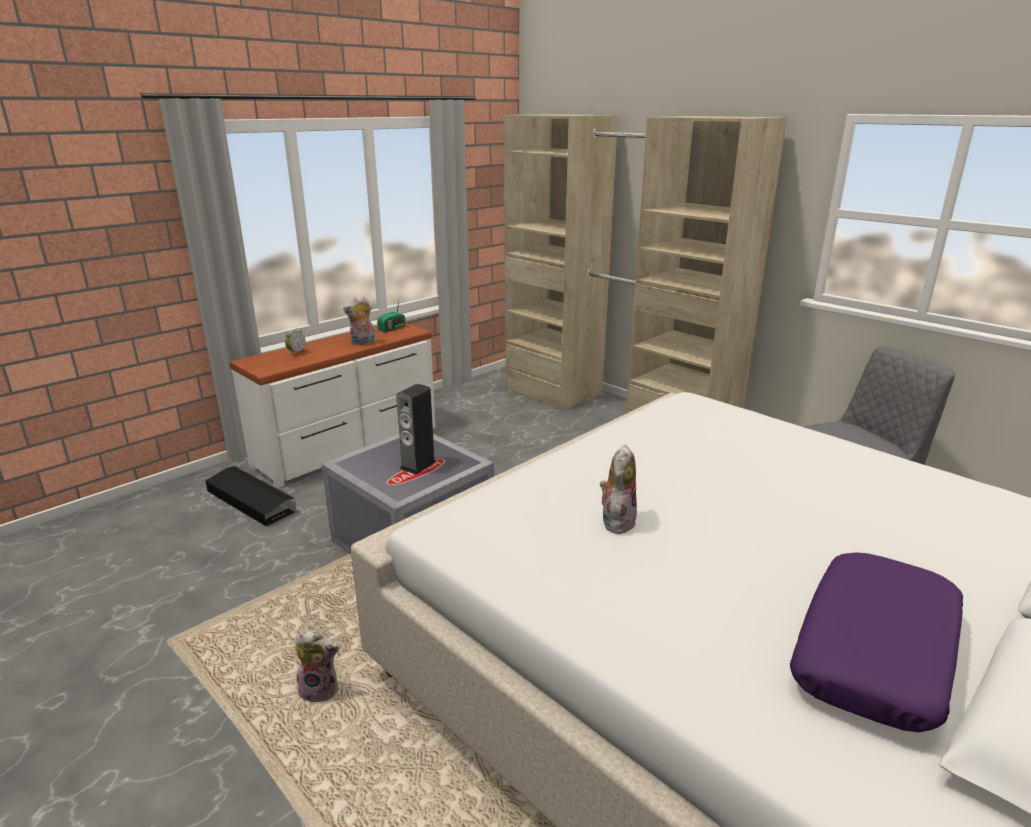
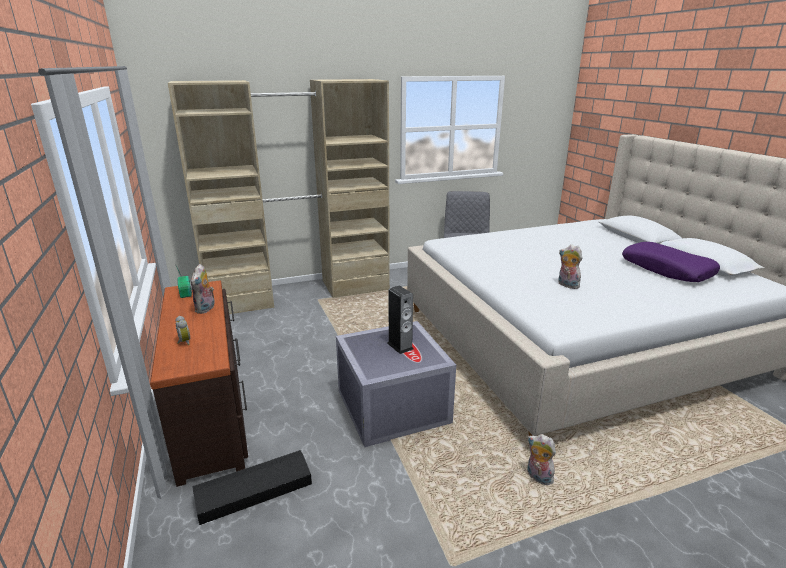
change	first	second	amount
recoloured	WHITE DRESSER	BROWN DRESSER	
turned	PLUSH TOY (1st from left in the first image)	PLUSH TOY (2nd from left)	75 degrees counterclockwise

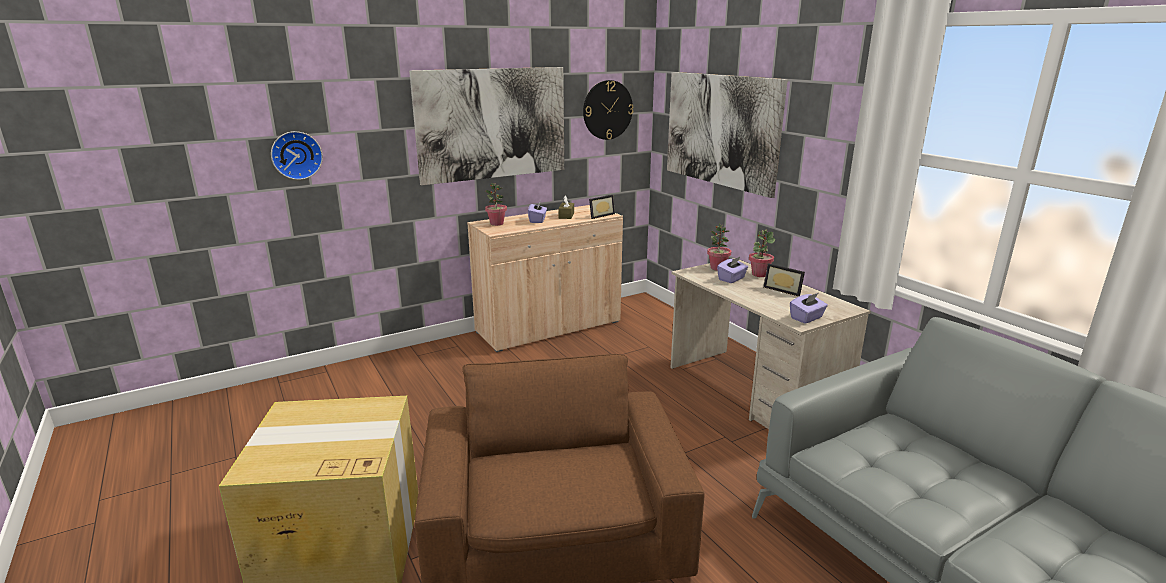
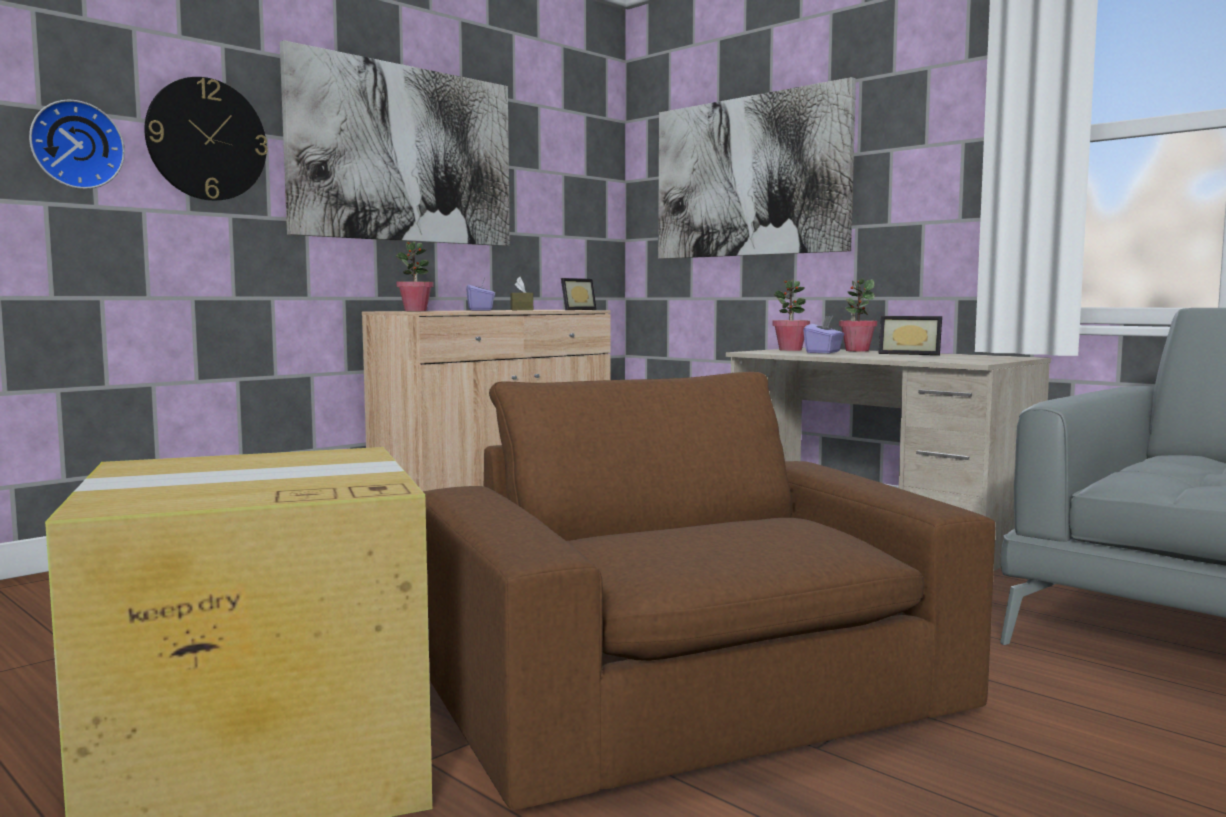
change	first	second	amount
removed	PURPLE TISSUE BOX (3rd from left)		
moved	WALL CLOCK (2nd from left)		

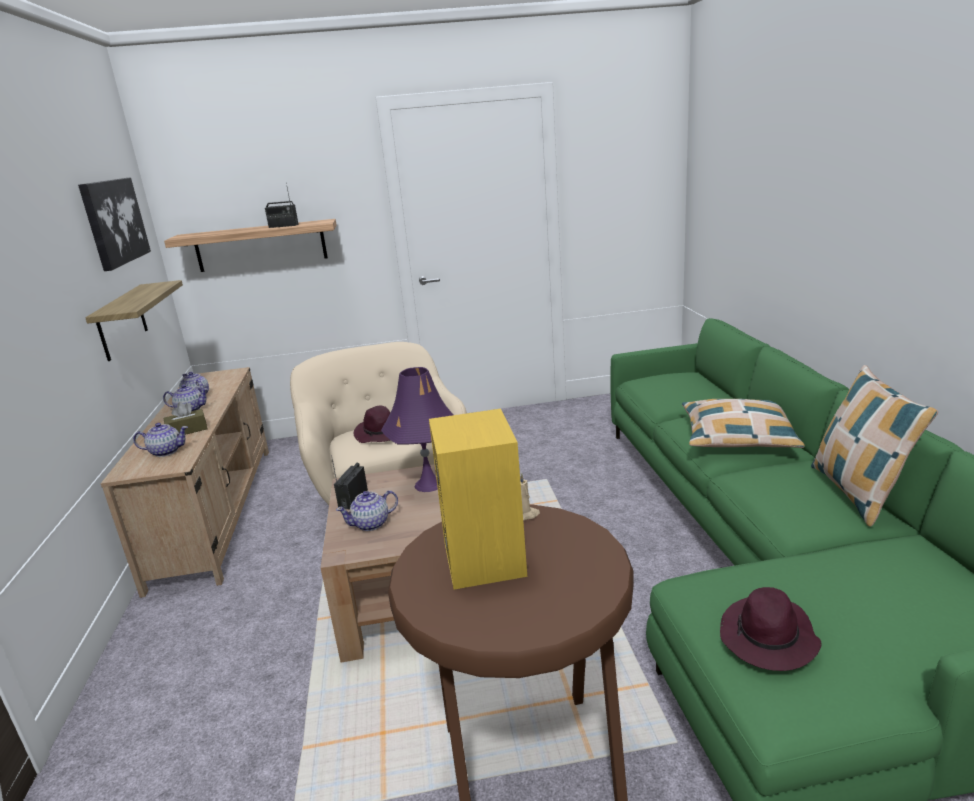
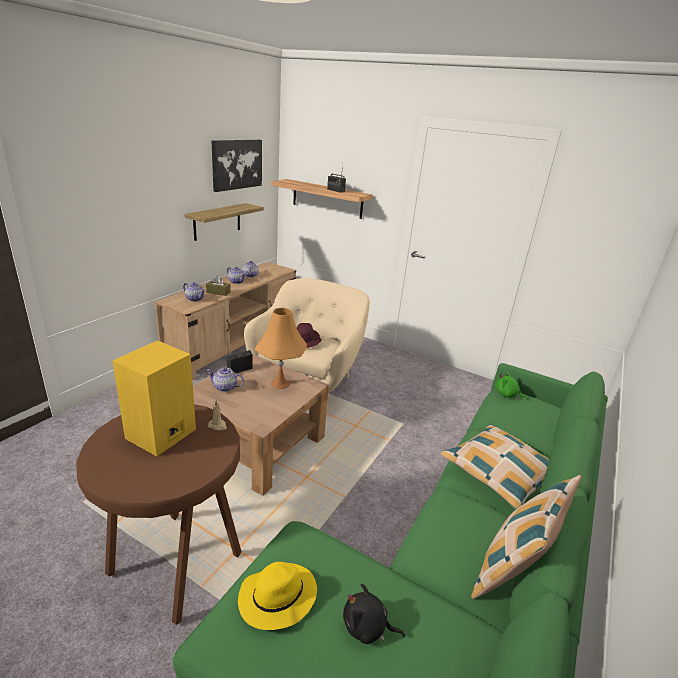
change	first	second	amount
added		BLACK PLUSH TOY	
added		GREEN PLUSH TOY	
recoloured	PURPLE TABLE LAMP	ORANGE TABLE LAMP	
recoloured	PURPLE HAT (2nd from left)	YELLOW HAT	

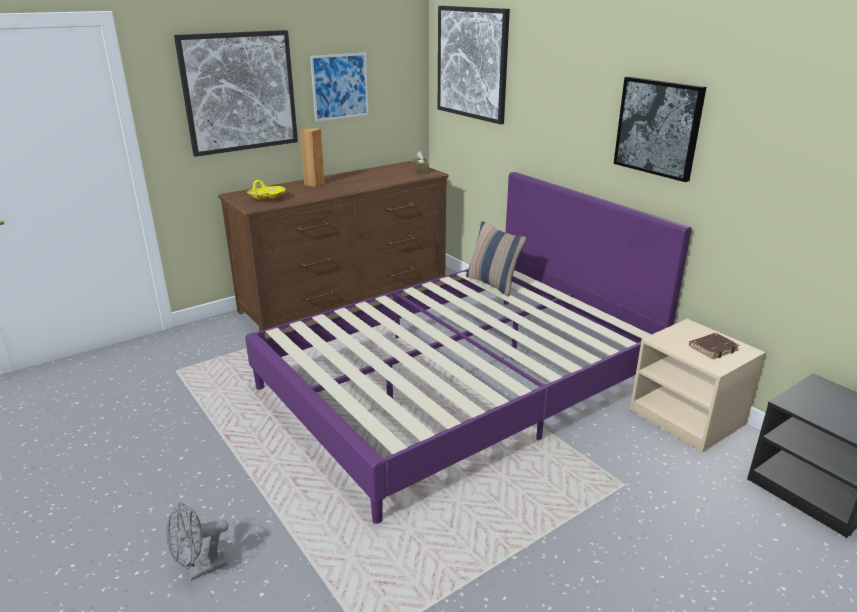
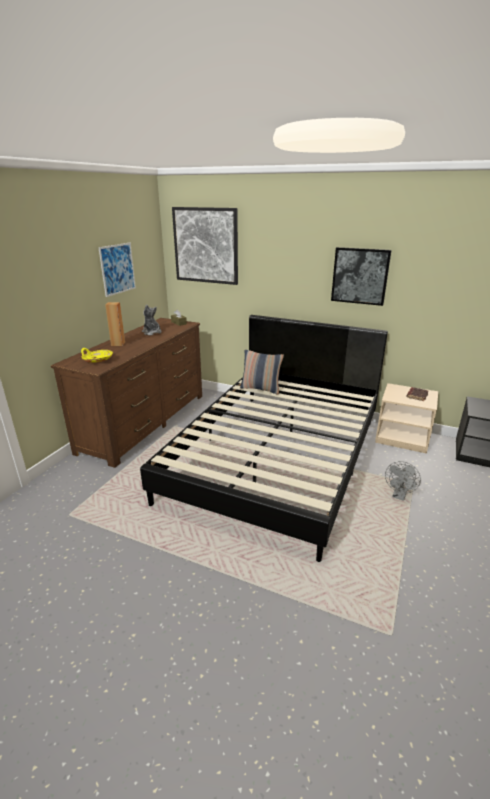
change	first	second	amount
removed	PICTURE (1st from left)		
added		PLUSH TOY	
moved	GREY FAN		
recoloured	PURPLE BED	BLACK BED	

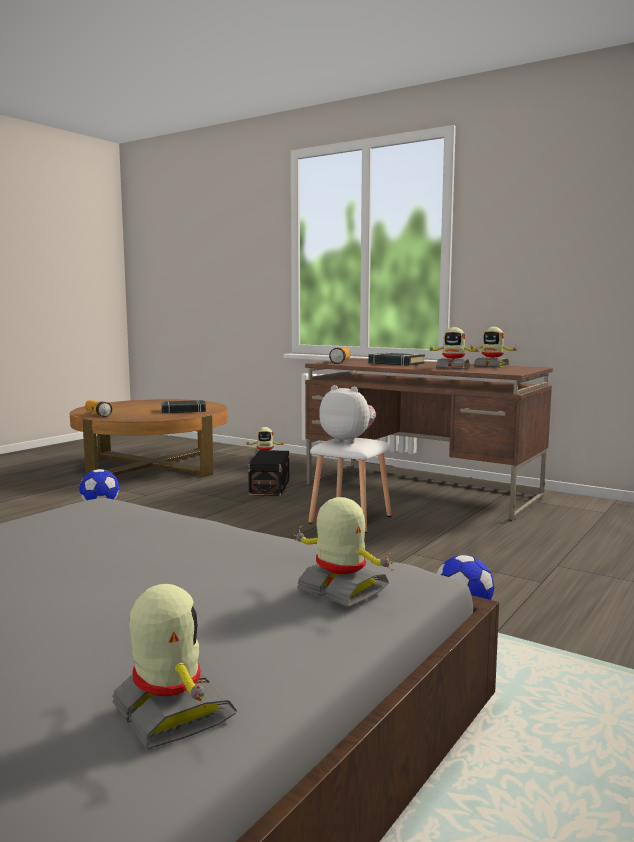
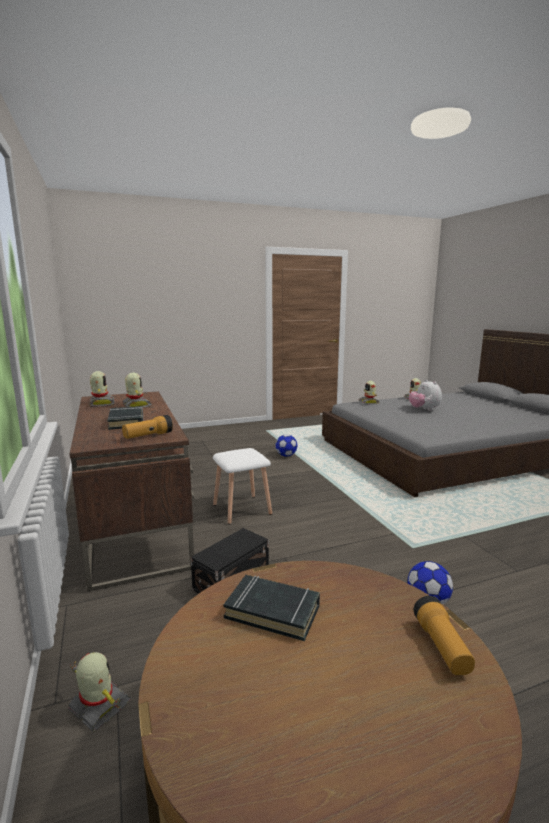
change	first	second	amount
moved	PLUSH TOY		

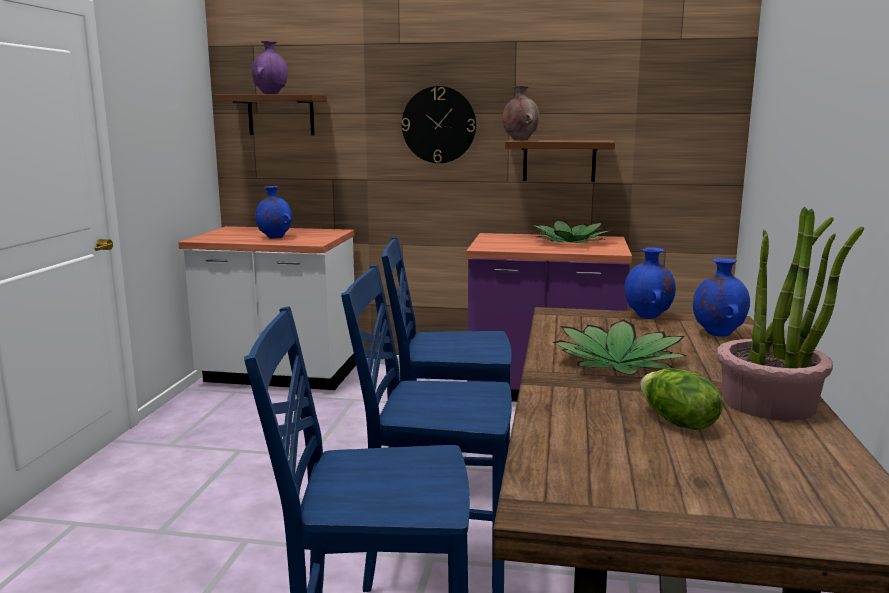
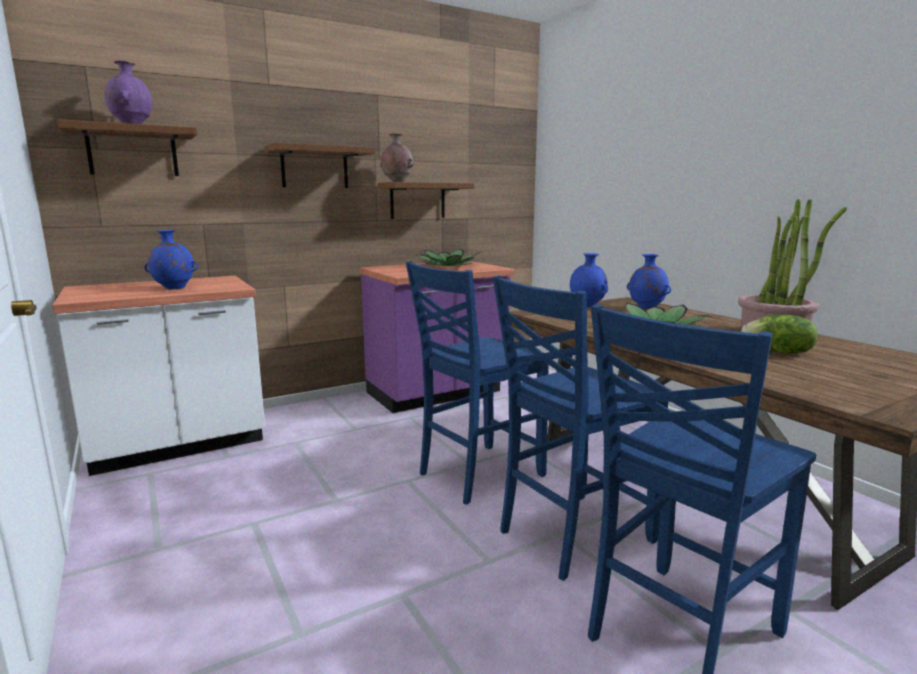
change	first	second	amount
replaced	WALL CLOCK	BROWN SHELF (2nd from left)	

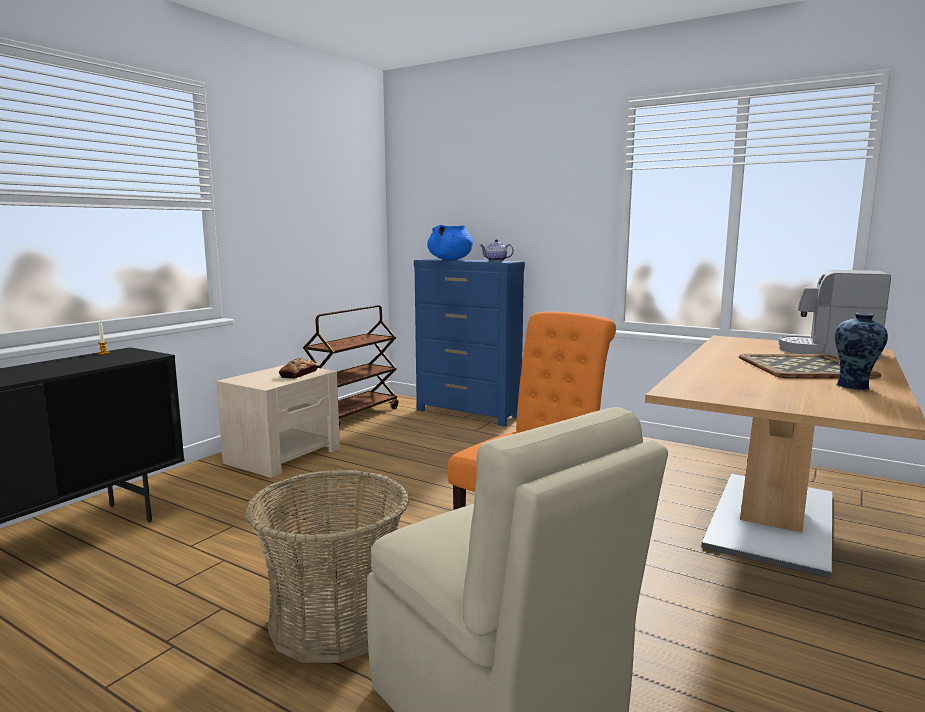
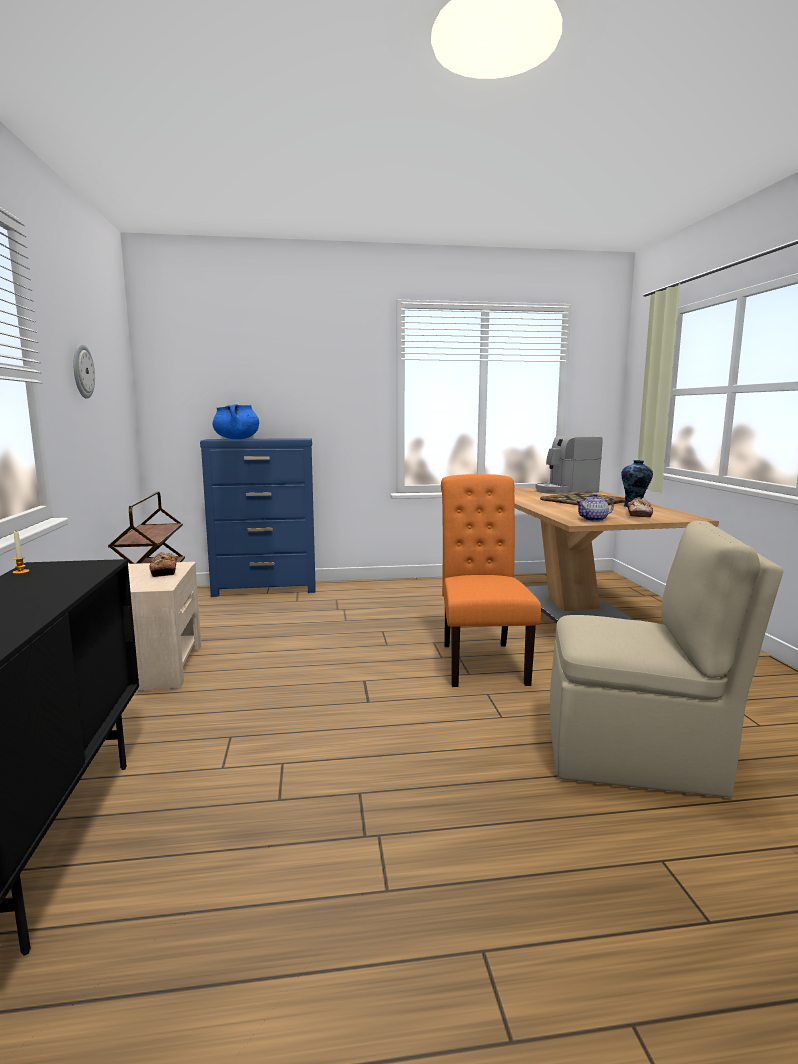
change	first	second	amount
removed	BASKET		
added		WALL CLOCK	
added		BREAD (2nd from left)	
moved	TEAPOT		

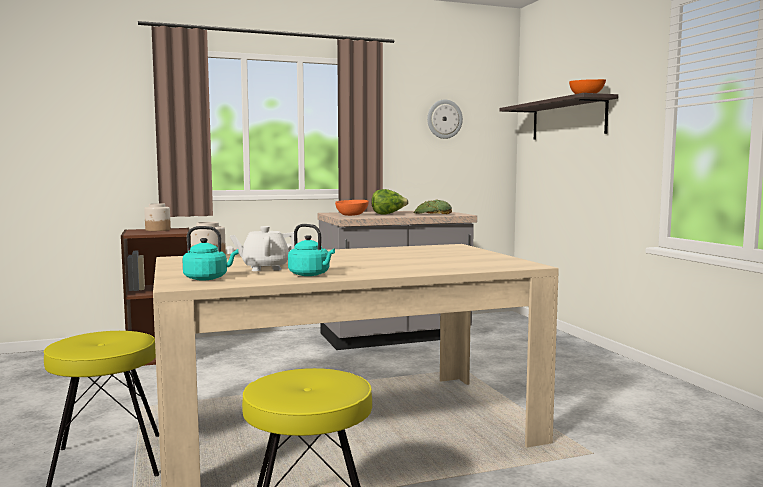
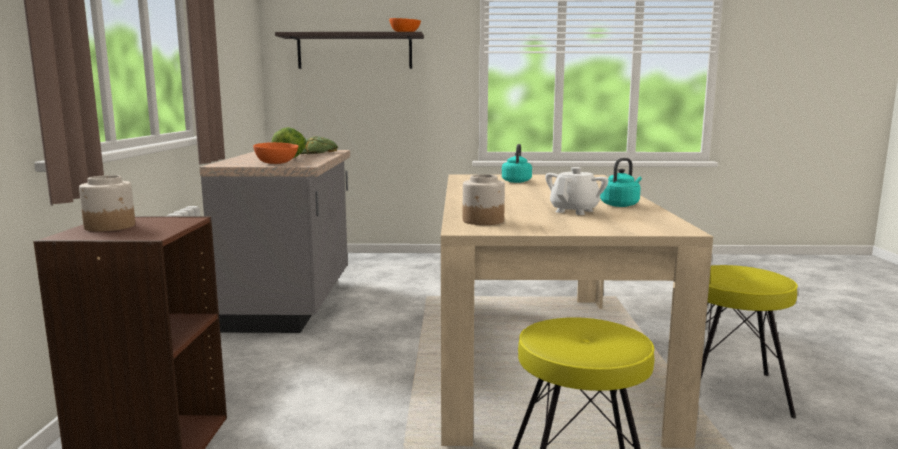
change	first	second	amount
removed	WALL CLOCK		
moved	TURQUOISE KETTLE (1st from left)		
turned	WHITE TEAPOT		150 degrees counterclockwise

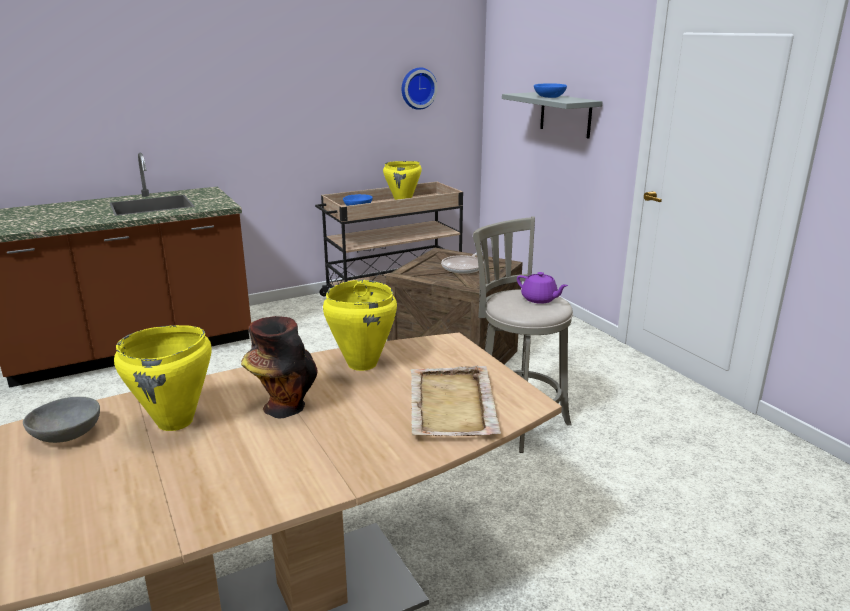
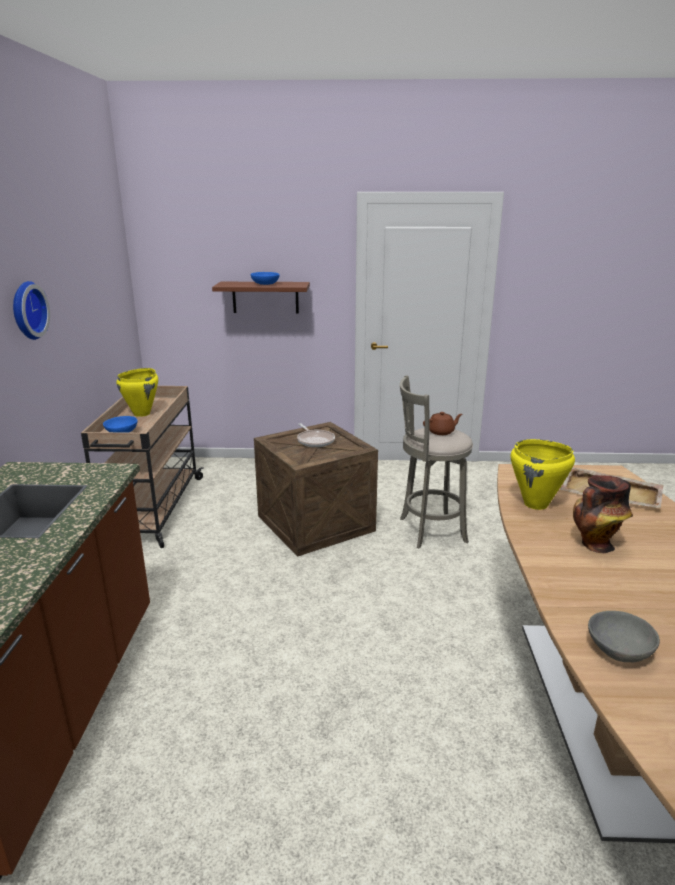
change	first	second	amount
removed	YELLOW COOKING POT (1st from left)		
moved	WALL CLOCK		
recoloured	GREY SHELF	BROWN SHELF	
recoloured	PURPLE TEAPOT	BROWN TEAPOT	

